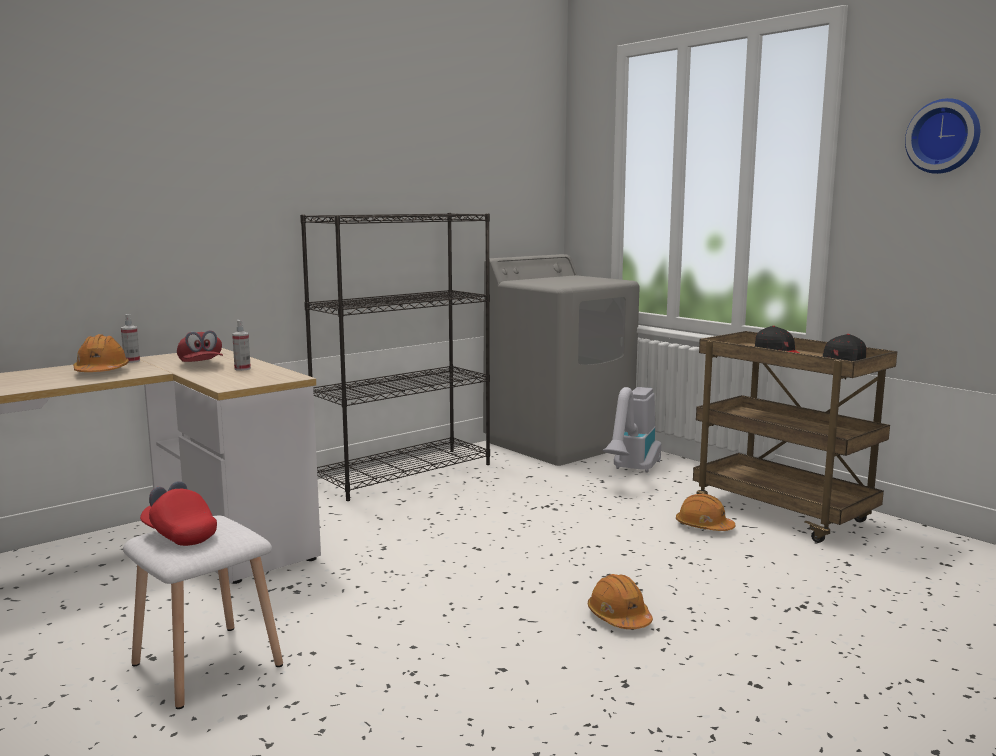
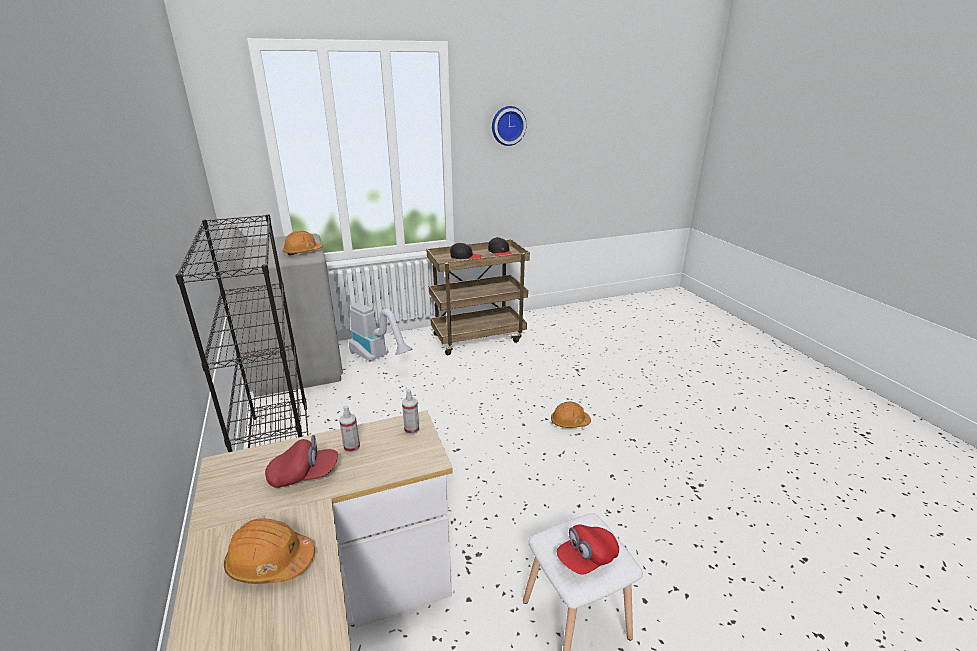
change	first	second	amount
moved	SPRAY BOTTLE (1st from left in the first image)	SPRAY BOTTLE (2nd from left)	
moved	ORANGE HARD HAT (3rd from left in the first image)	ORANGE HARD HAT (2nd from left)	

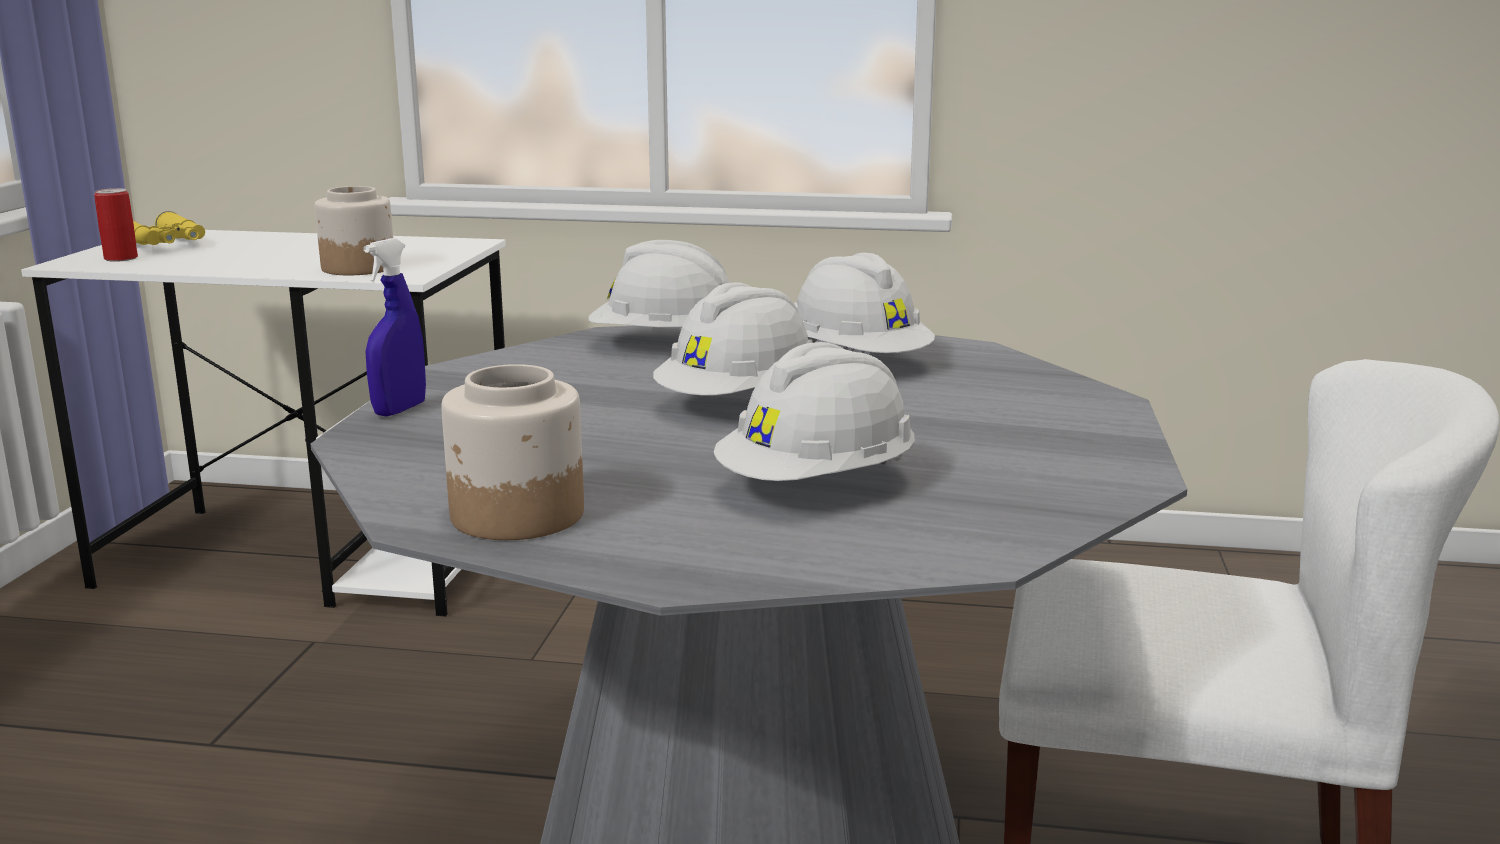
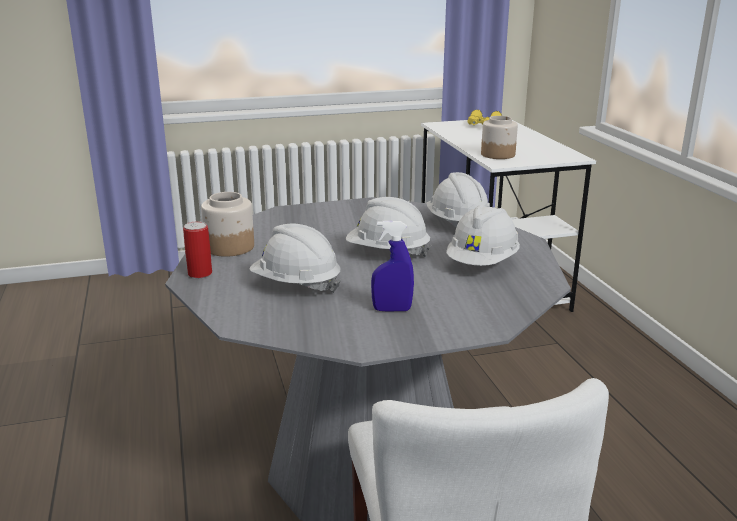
change	first	second	amount
moved	CAN		
moved	BLUE SPRAY BOTTLE		

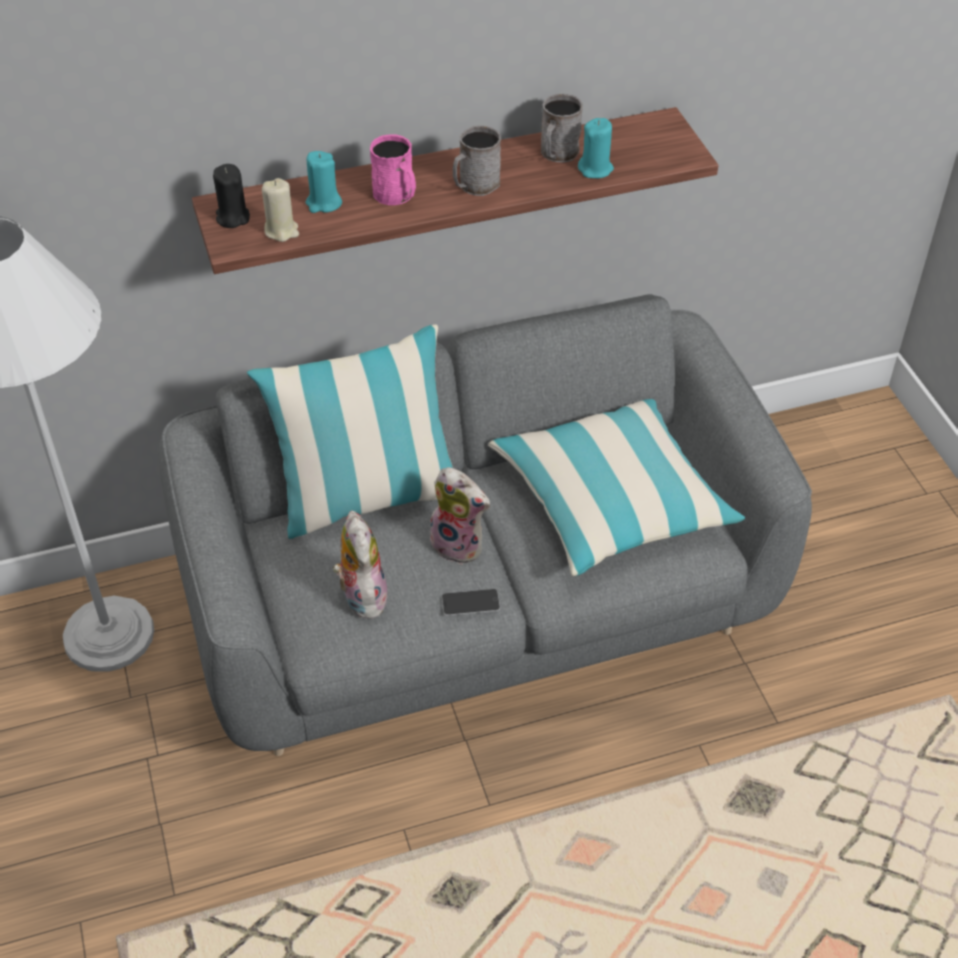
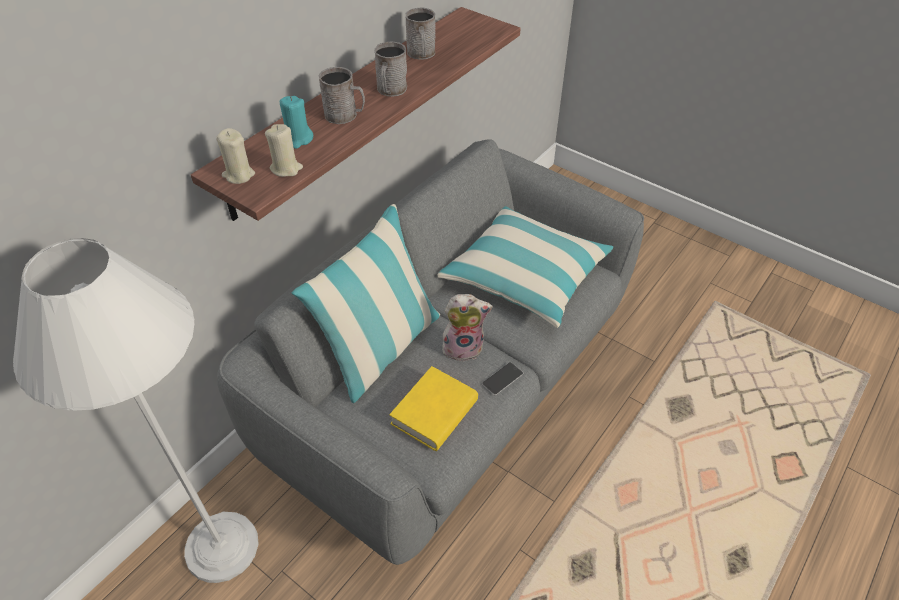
change	first	second	amount
removed	TURQUOISE CANDLE (2nd from left)		
replaced	PLUSH TOY (1st from left)	YELLOW BOOK	
recoloured	BLACK CANDLE	BEIGE CANDLE (1st from left)	
recoloured	PINK MUG	GREY MUG (1st from left)	

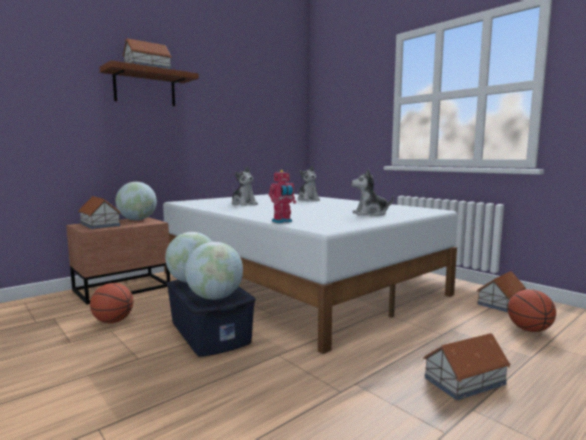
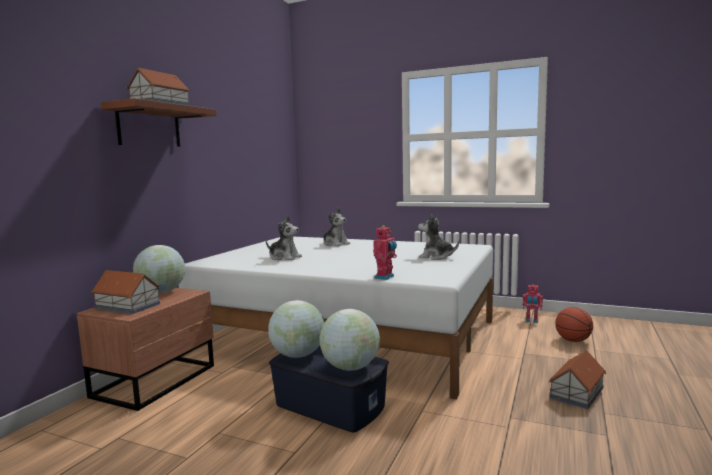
change	first	second	amount
removed	BASKETBALL (1st from left)		
replaced	TOY HOUSE (4th from left)	TOY ROBOT (2nd from left)	
turned	PLUSH TOY (3rd from left)		60 degrees clockwise

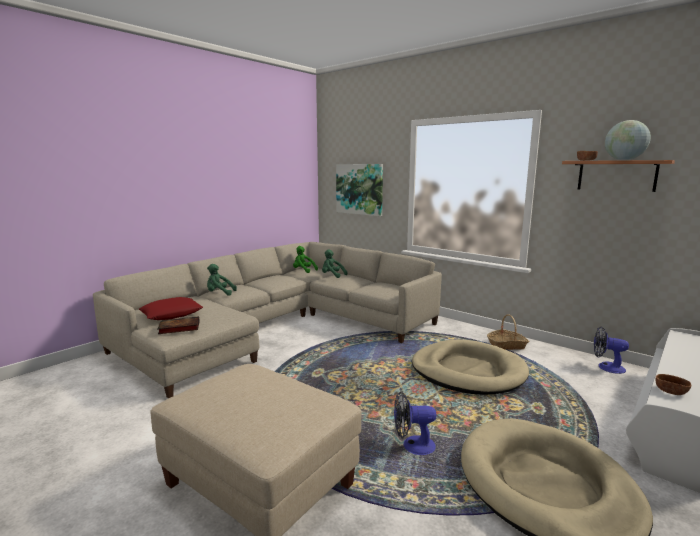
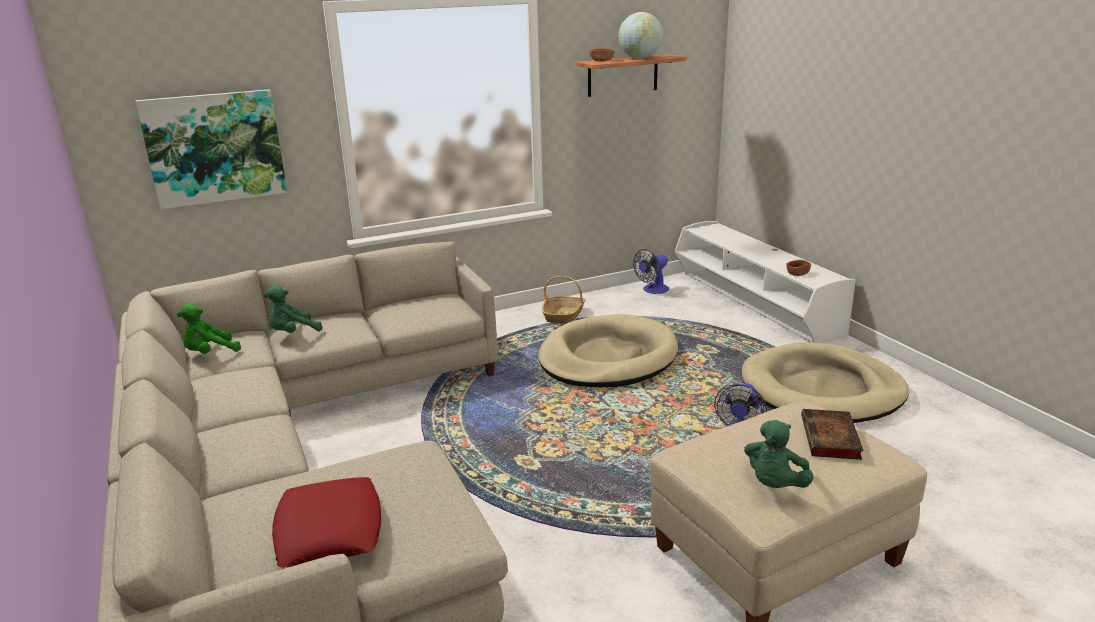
change	first	second	amount
moved	BOOK		
moved	GREEN PLUSH TOY (1st from left in the first image)	GREEN PLUSH TOY (3rd from left)	

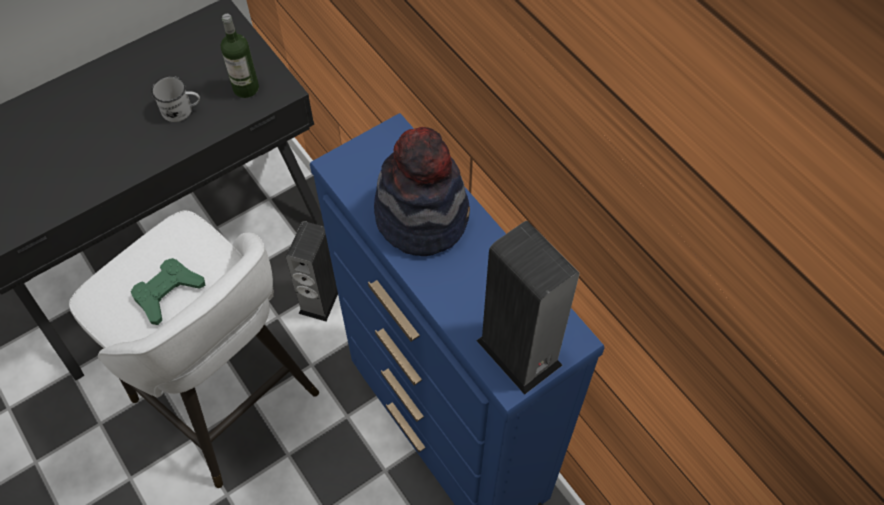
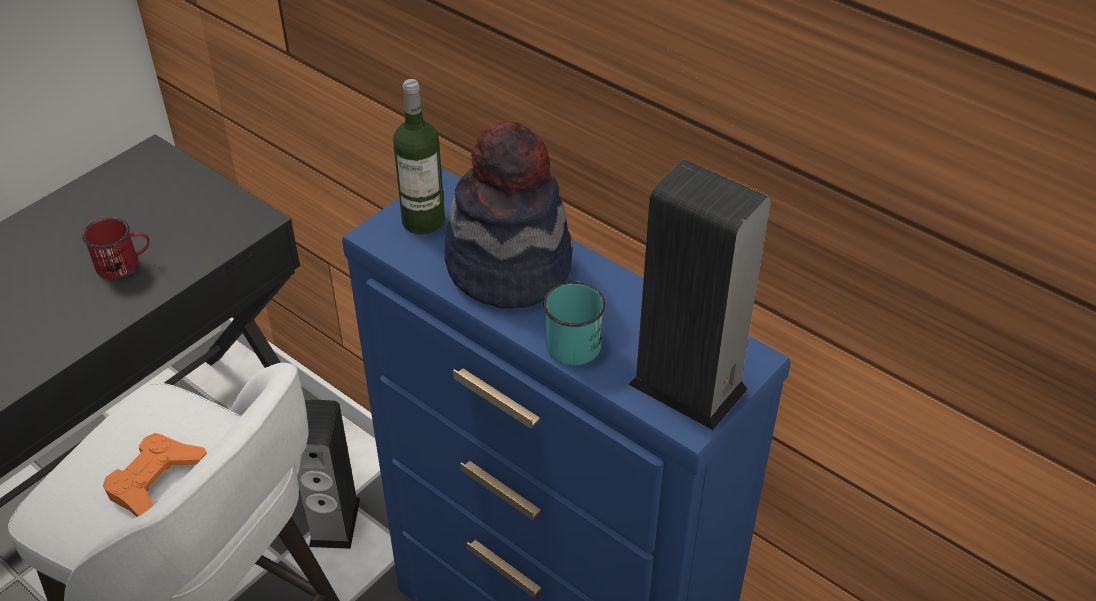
change	first	second	amount
added		TURQUOISE MUG	
moved	BOTTLE		
recoloured	GREEN GAME CONTROLLER	ORANGE GAME CONTROLLER	
recoloured	WHITE MUG	RED MUG	

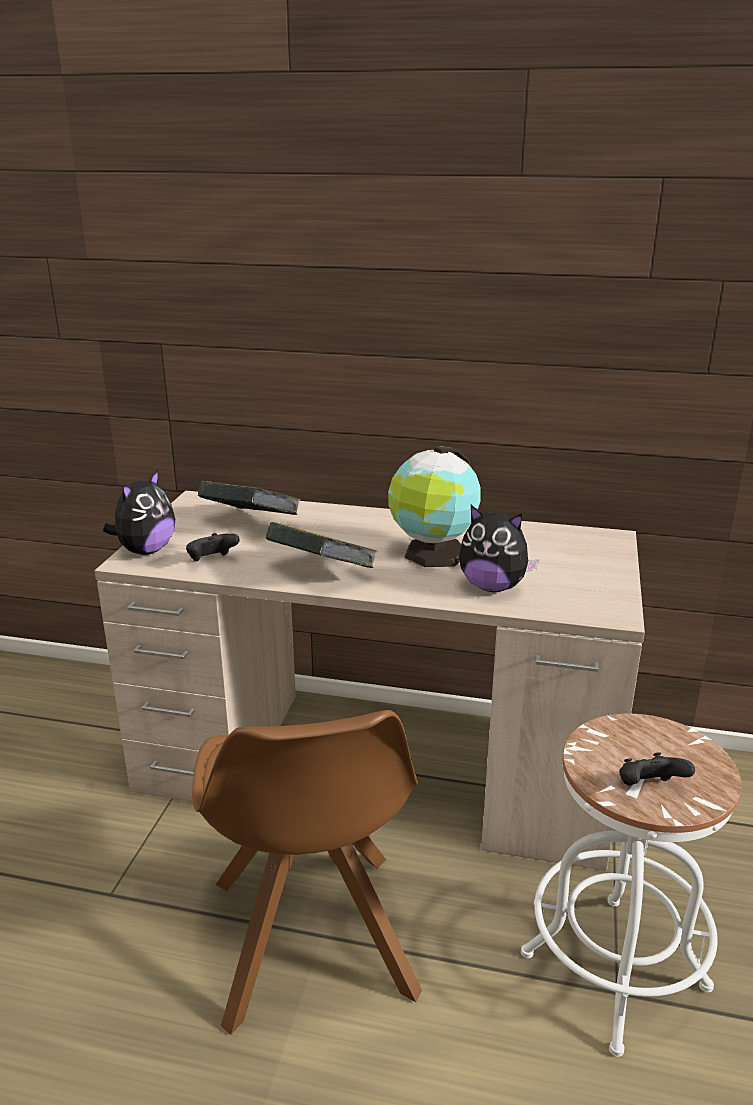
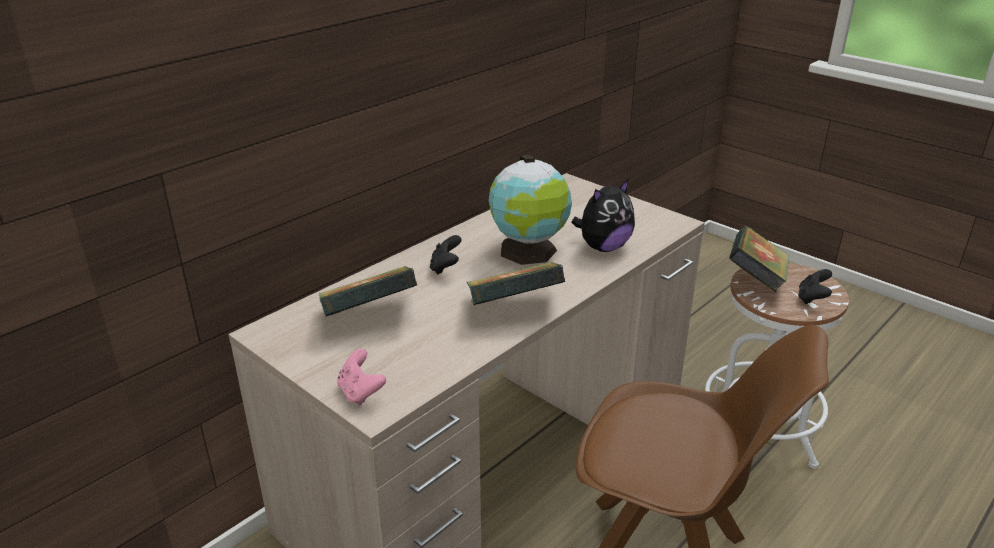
change	first	second	amount
added		BOOK (3rd from left)	
moved	BLACK GAME CONTROLLER (1st from left)		
replaced	PLUSH TOY (1st from left)	PINK GAME CONTROLLER	

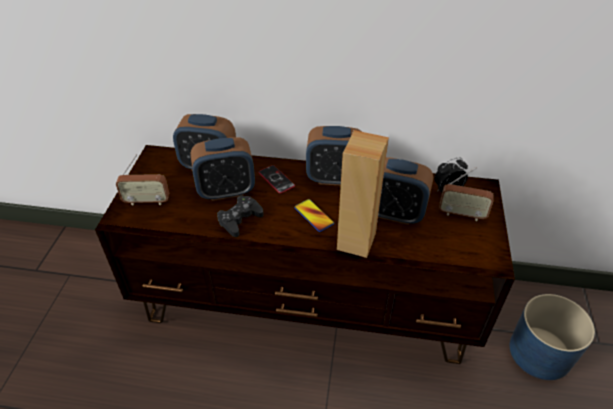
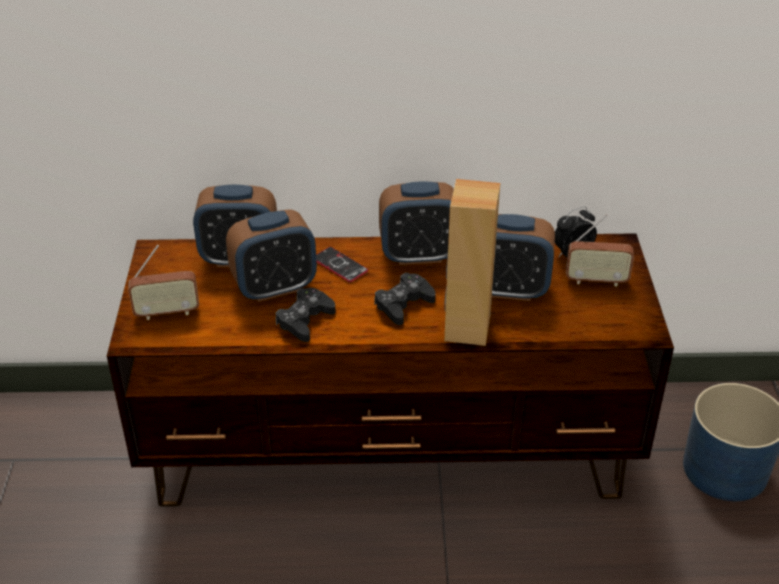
change	first	second	amount
replaced	PHONE (2nd from left)	BLACK GAME CONTROLLER (2nd from left)	

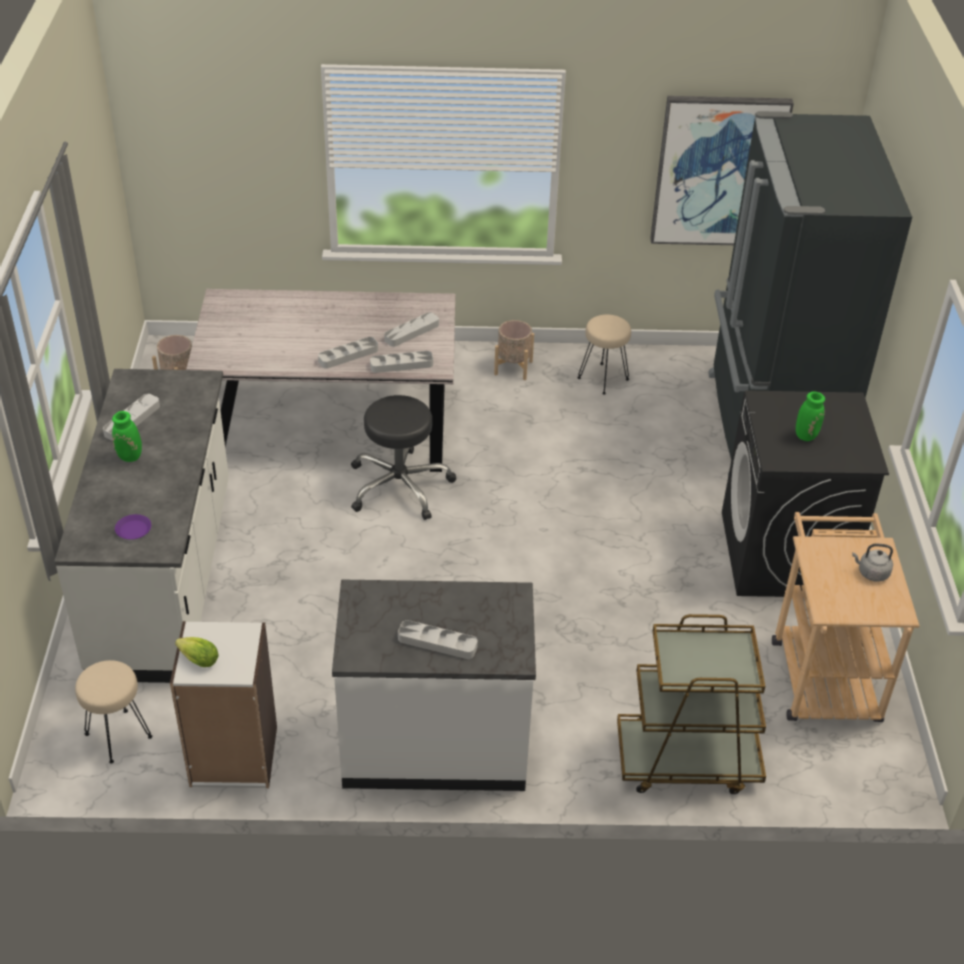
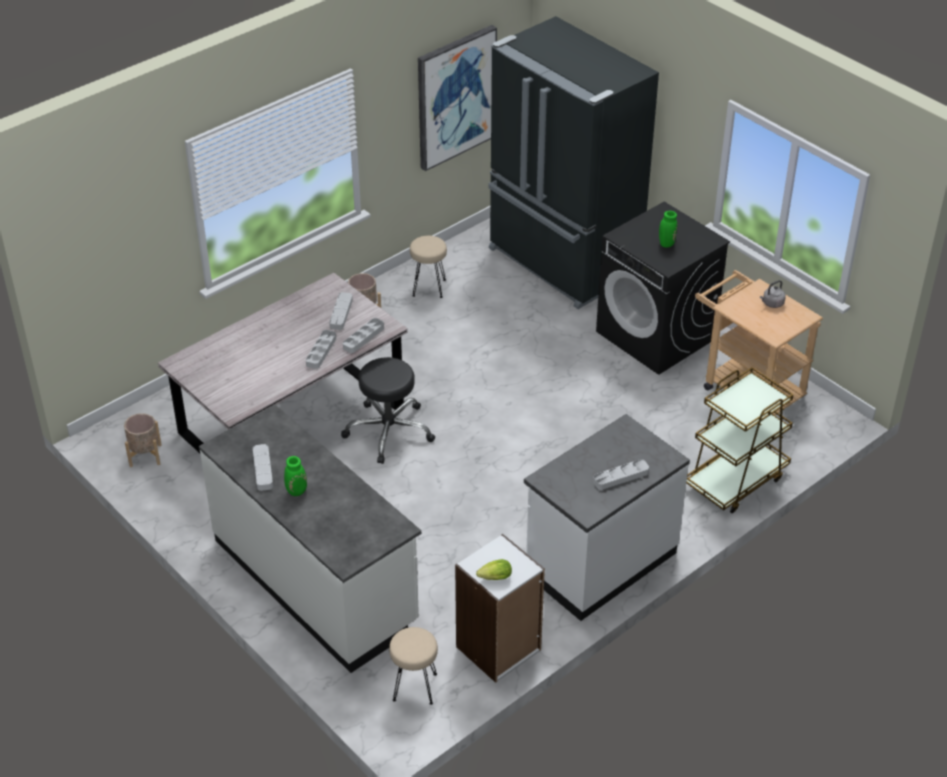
change	first	second	amount
removed	PURPLE PLATE		

